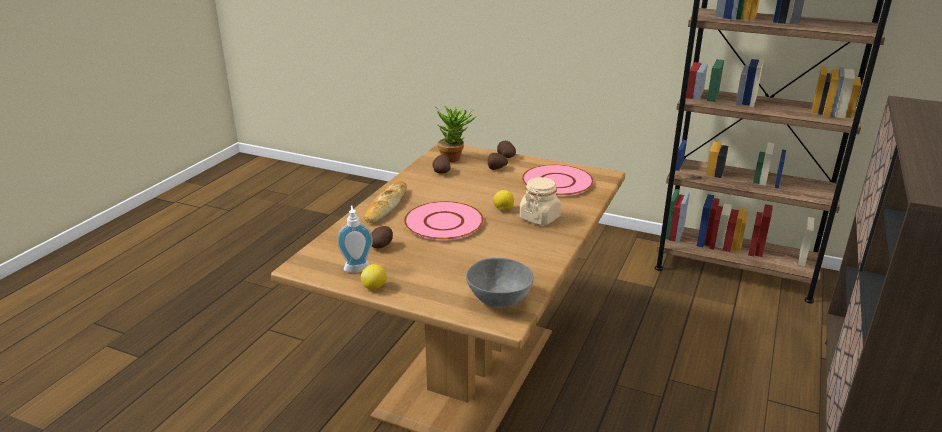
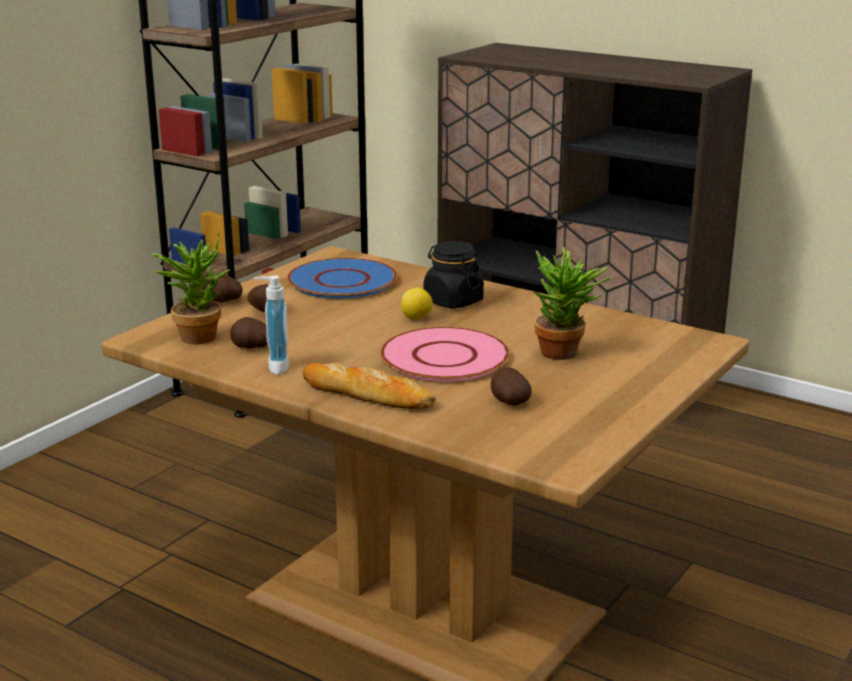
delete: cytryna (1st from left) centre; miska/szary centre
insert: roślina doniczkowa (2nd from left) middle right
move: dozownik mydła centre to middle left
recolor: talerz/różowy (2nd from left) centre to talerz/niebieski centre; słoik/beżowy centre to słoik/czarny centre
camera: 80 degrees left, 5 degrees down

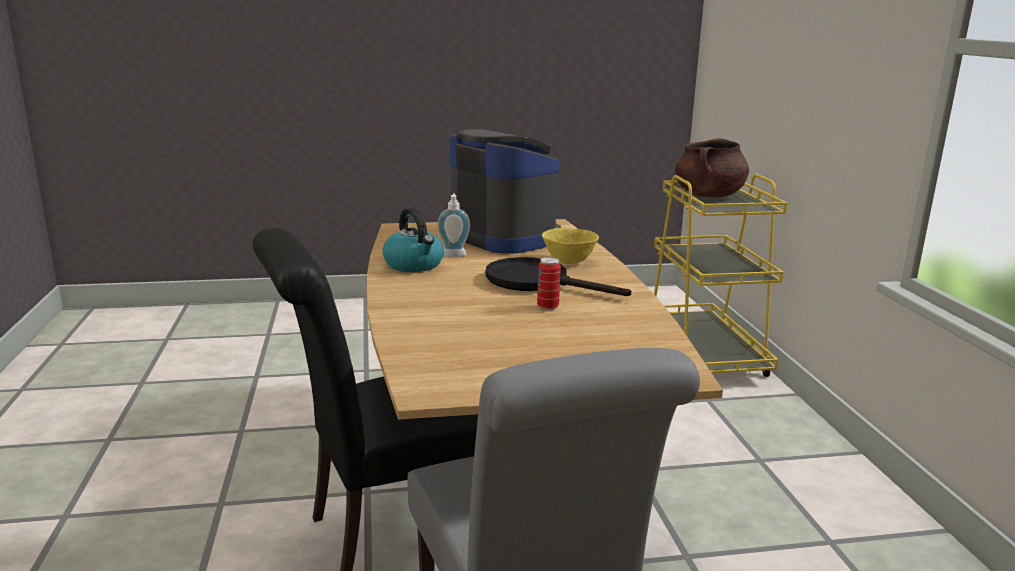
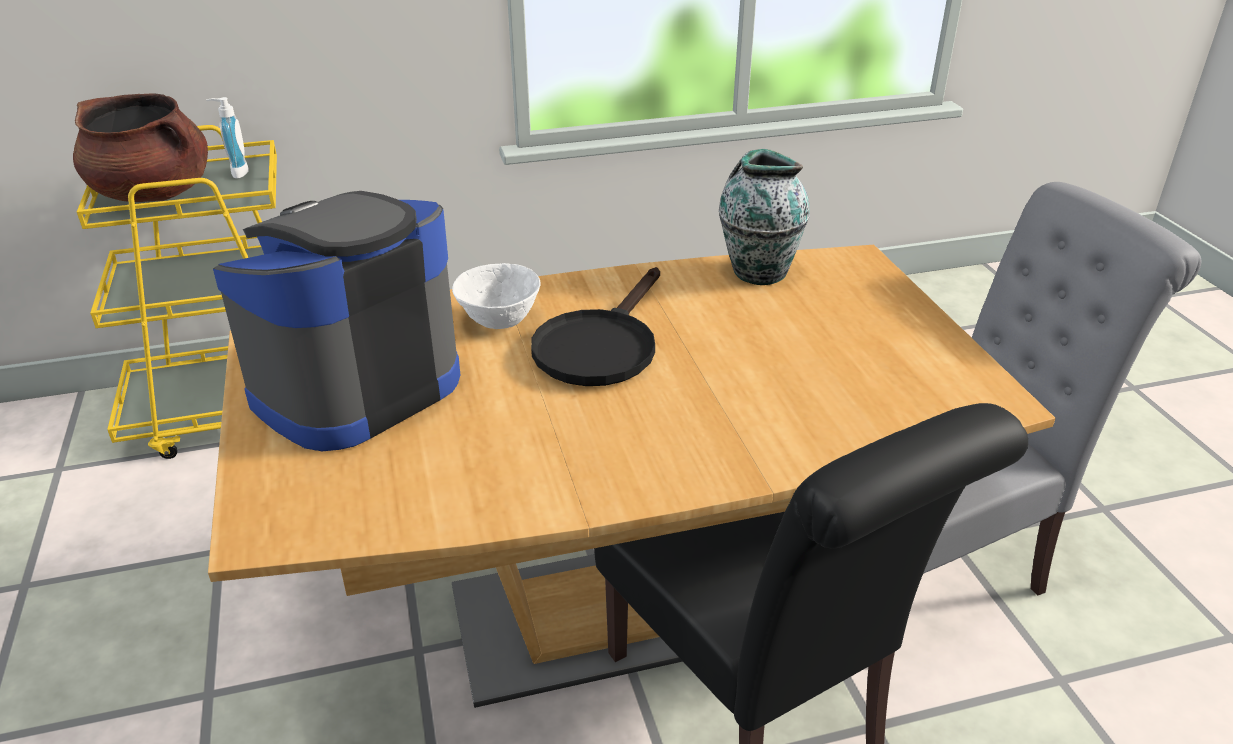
delete: czajnik centre; puszka centre
insert: wazon top centre
move: dozownik mydła centre to top left
recolor: miska/żółty centre to miska/biały centre
camera: 95 degrees left, 15 degrees up

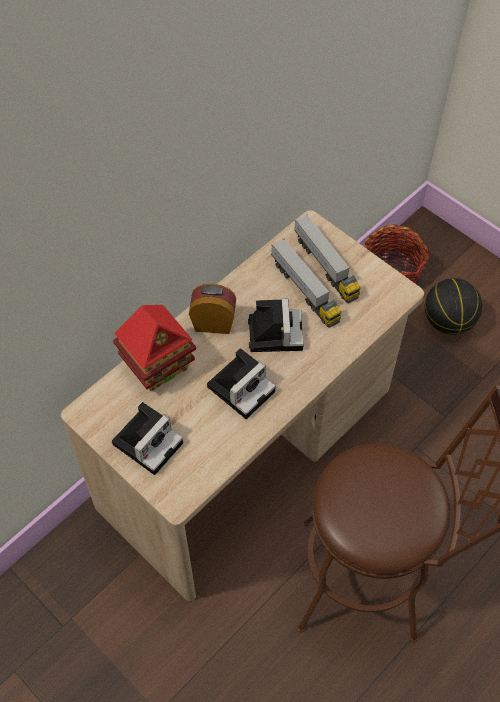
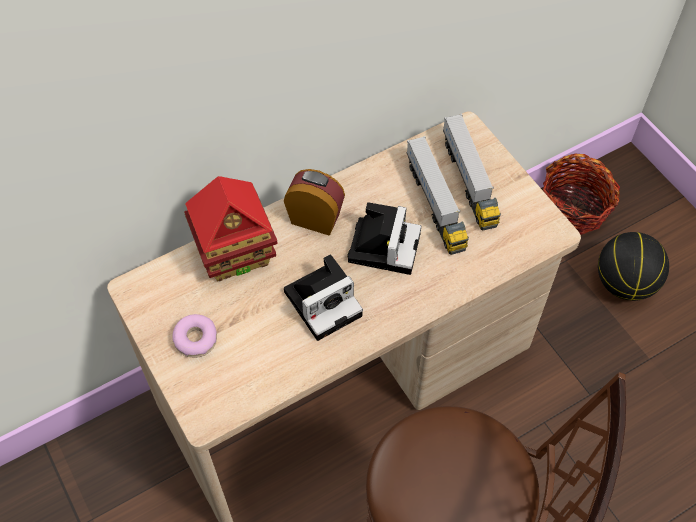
replace: aparat fotograficzny (1st from left) middle left to donut middle left
camera: 15 degrees right, 0 degrees up

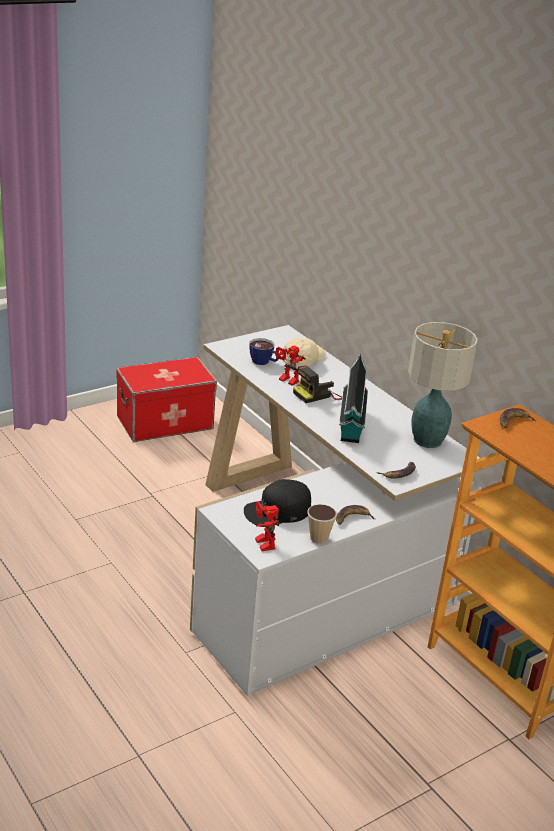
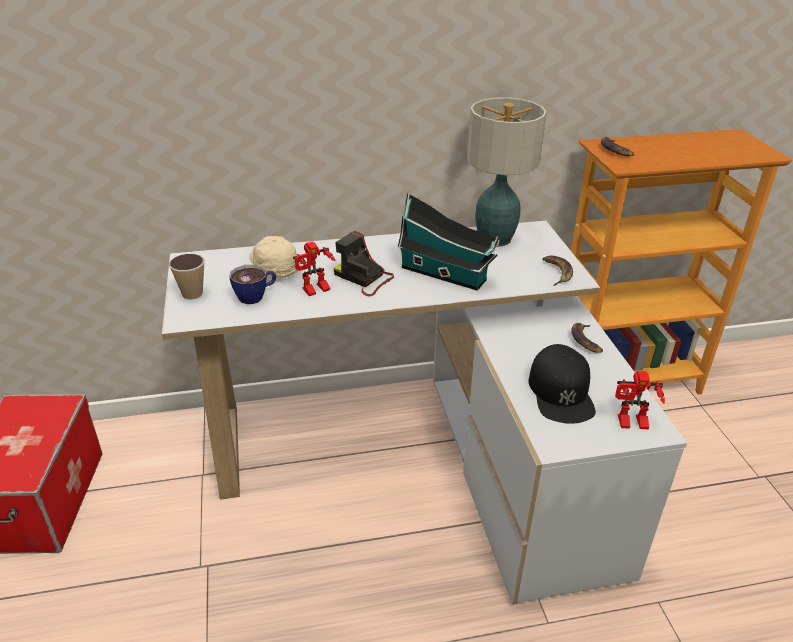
move: filiżanka (2nd from left in the first image) centre to filiżanka (1st from left) middle left
rotate: aparat fotograficzny centre = centre 135 degrees clockwise
camera: 65 degrees left, 5 degrees up

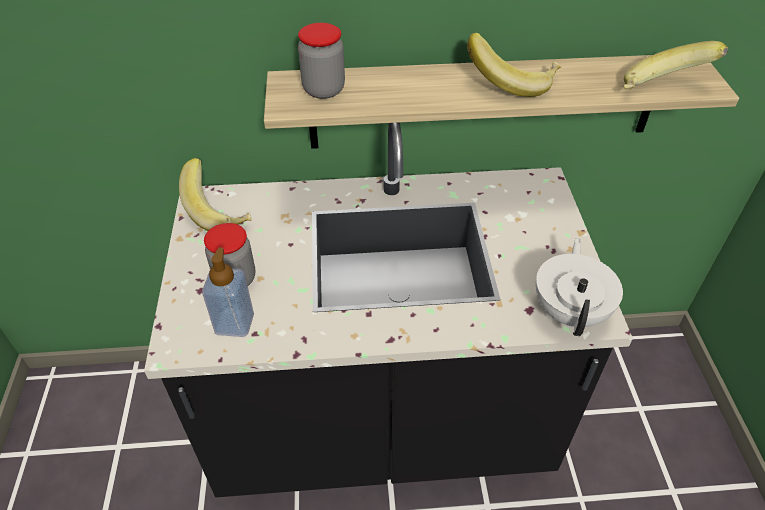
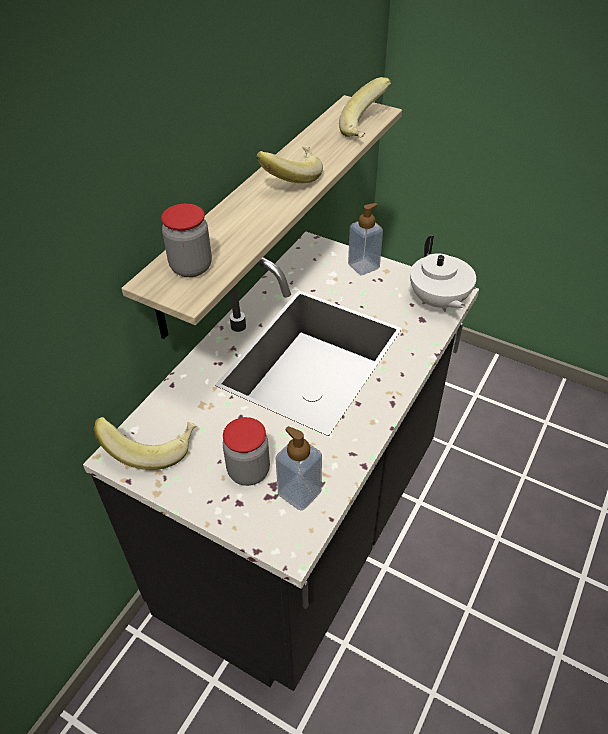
insert: dozownik mydła (2nd from left) top centre
rotate: imbryk/biały middle right = middle right 150 degrees counterclockwise
camera: 55 degrees left, 0 degrees up

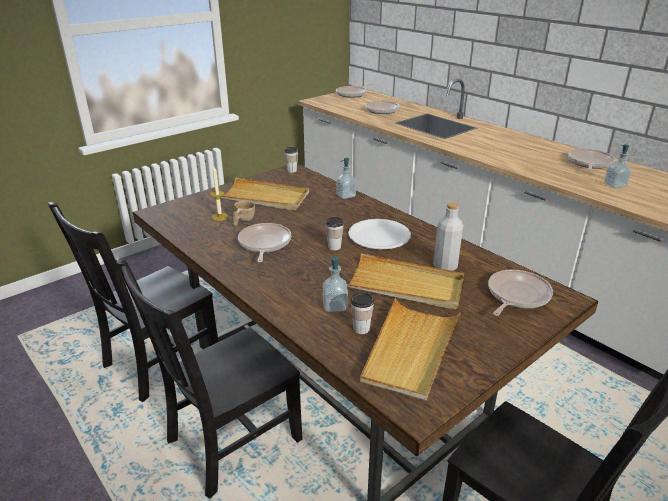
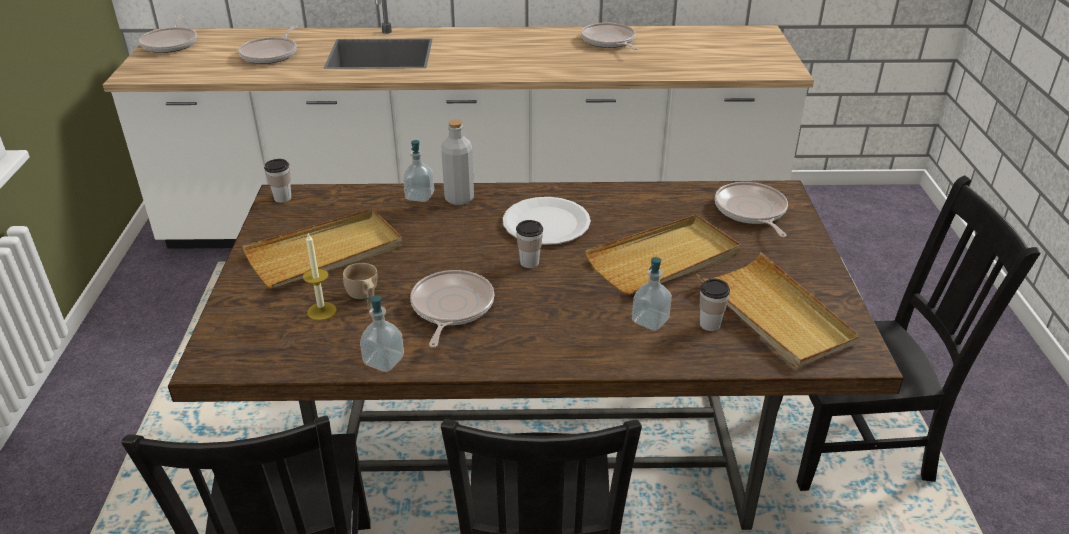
move: dozownik mydła (3rd from left in the first image) top right to dozownik mydła (1st from left) centre; butelka/szary middle right to top centre
rotate: patelnia (1st from left in the first image) centre = centre 60 degrees clockwise
camera: 50 degrees left, 5 degrees up

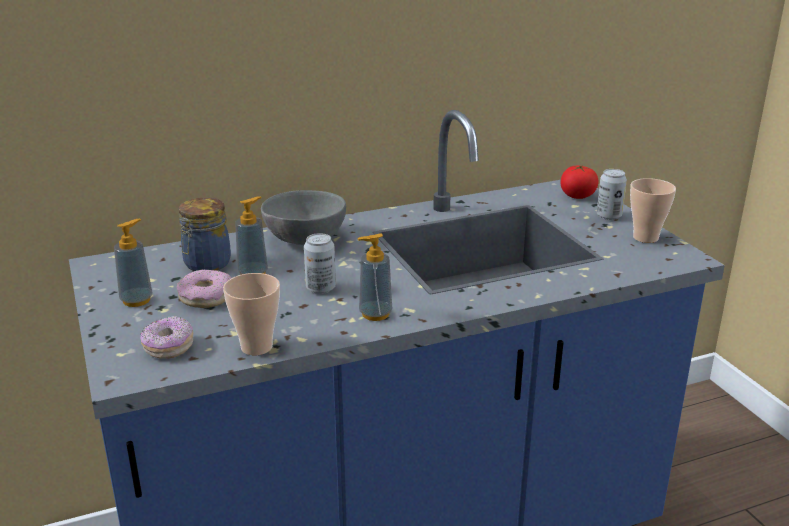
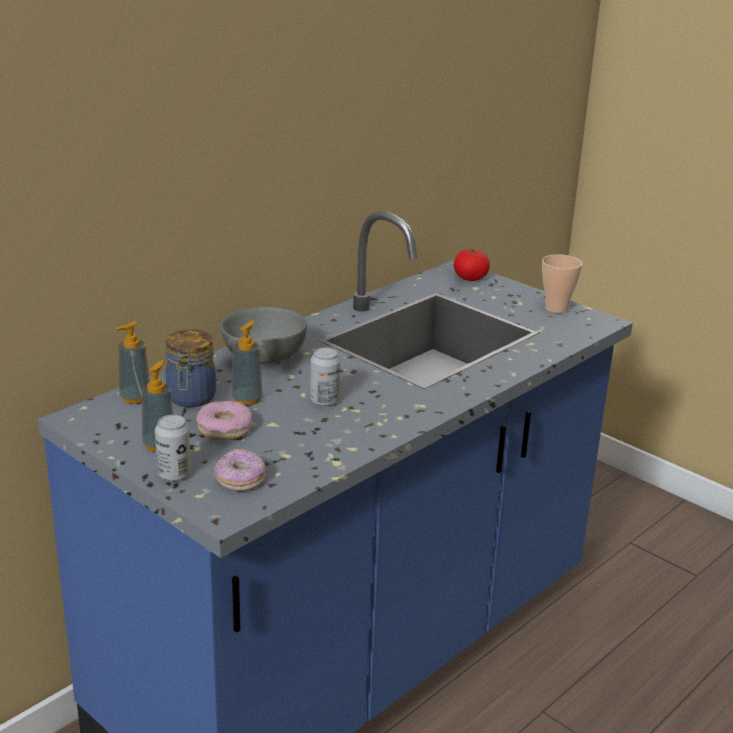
delete: filiżanka (1st from left) middle left
move: dozownik mydła (3rd from left in the first image) centre to dozownik mydła (1st from left) middle left; puszka (2nd from left in the first image) middle right to puszka (1st from left) middle left
camera: 25 degrees left, 0 degrees up

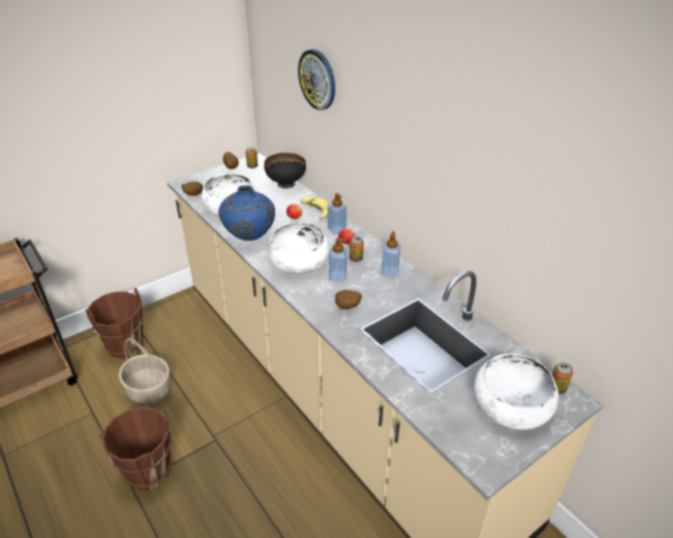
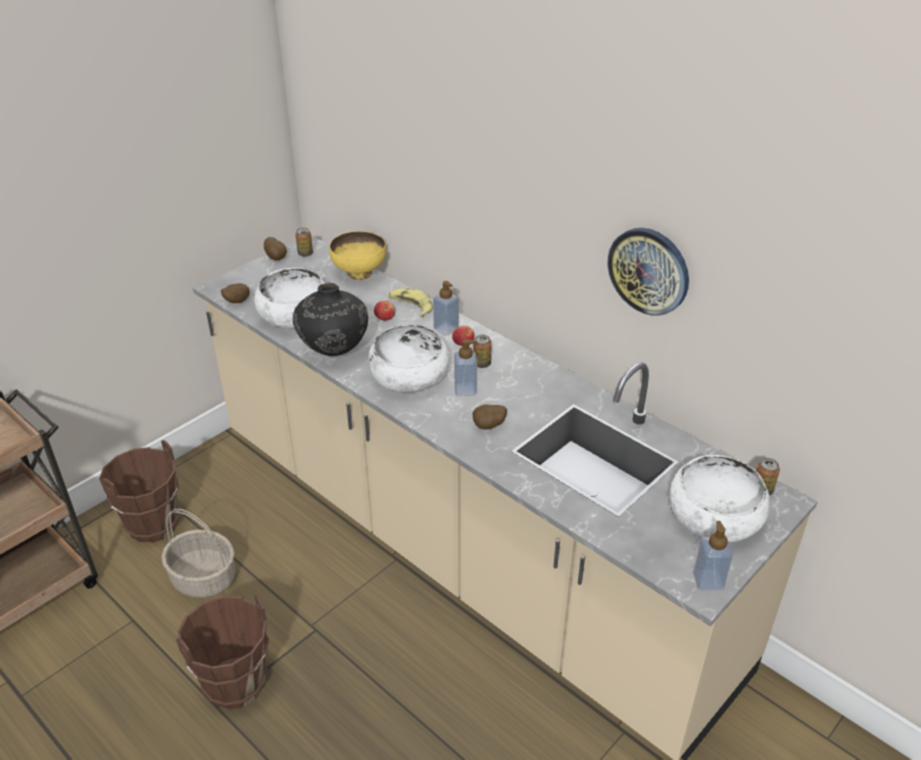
move: zegar ścienny top centre to middle right; dozownik mydła (3rd from left) centre to bottom right
recolor: wazon/niebieski centre to wazon/czarny centre; miska/czarny top centre to miska/żółty centre
camera: 10 degrees left, 0 degrees up

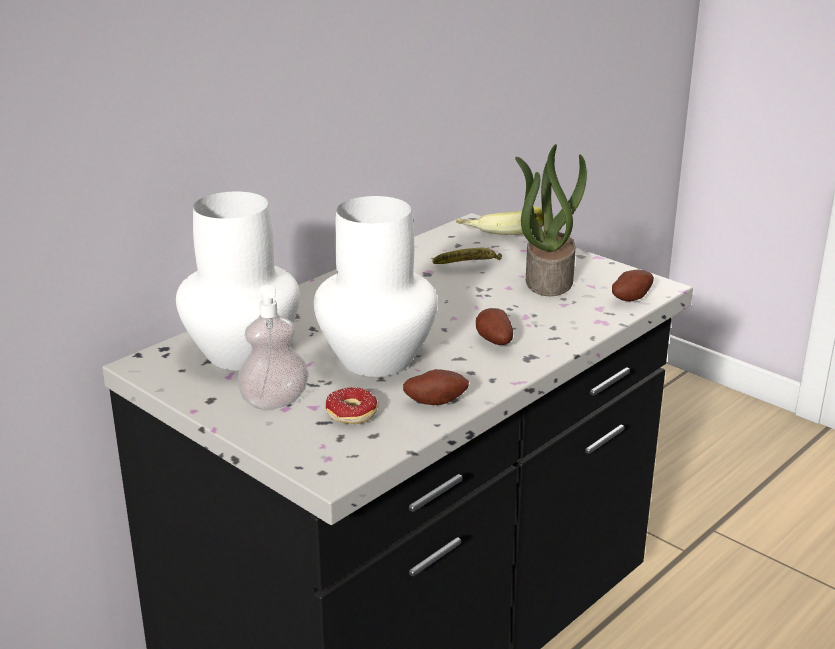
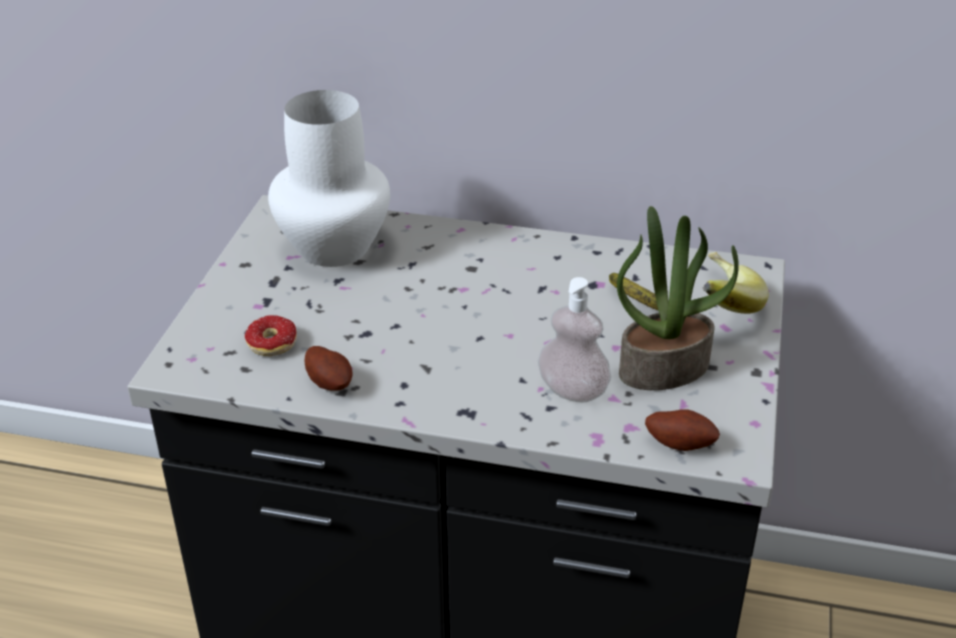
delete: wazon/biały (2nd from left) centre; ziemniak (2nd from left) centre
move: dozownik mydła middle left to centre
camera: 60 degrees right, 10 degrees up

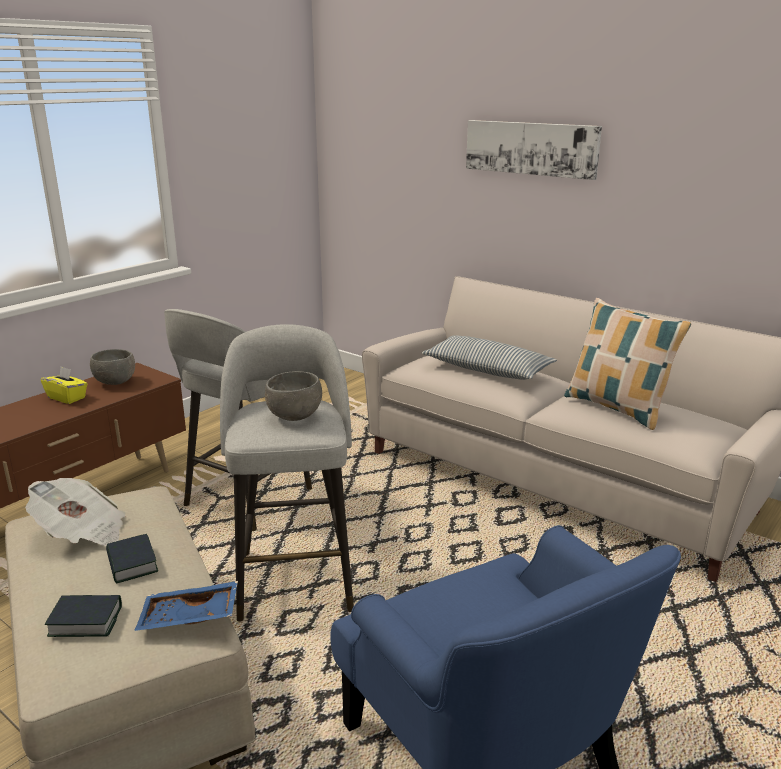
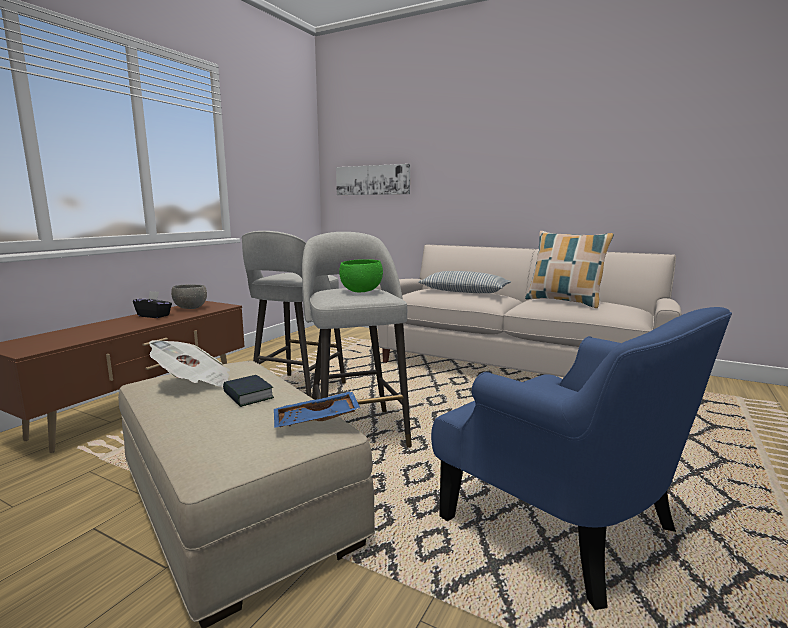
delete: książka (1st from left) bottom left
move: obraz top right to top centre
recolor: pudełko chusteczek/żółty middle left to pudełko chusteczek/czarny middle left; miska/szary (2nd from left) centre to miska/zielony centre
camera: 10 degrees left, 10 degrees down

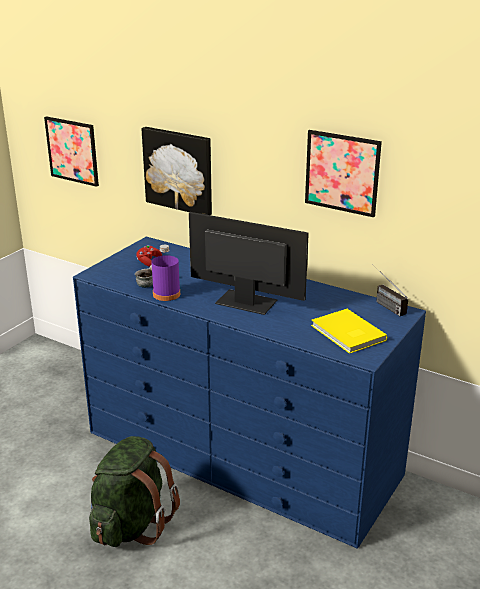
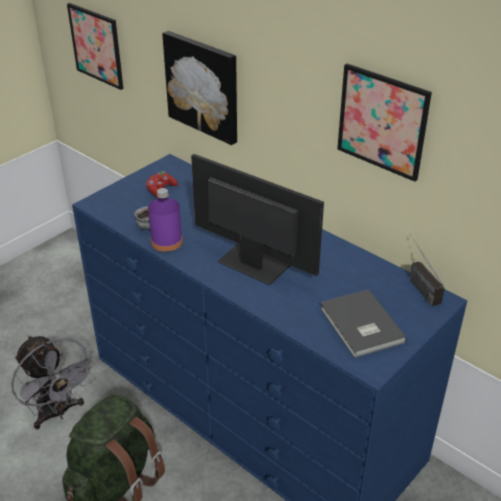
insert: wentylator/szary bottom left
recolor: książka/żółty middle right to książka/szary middle right
camera: 10 degrees right, 10 degrees up

